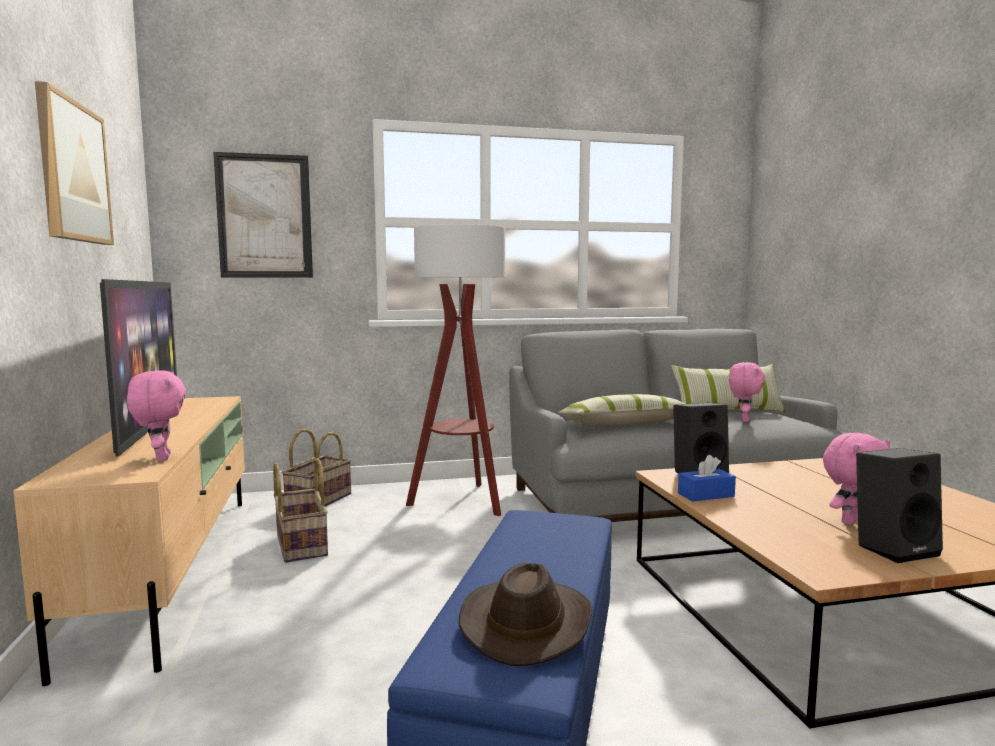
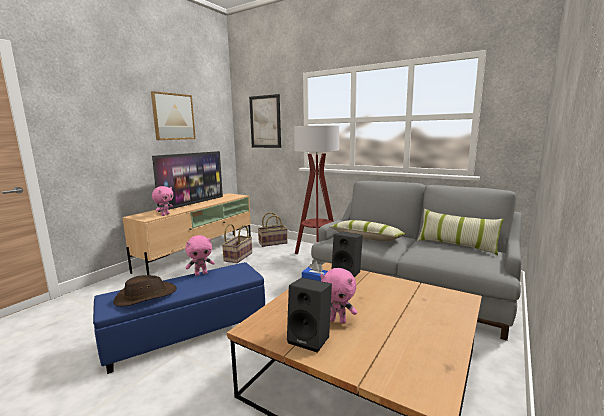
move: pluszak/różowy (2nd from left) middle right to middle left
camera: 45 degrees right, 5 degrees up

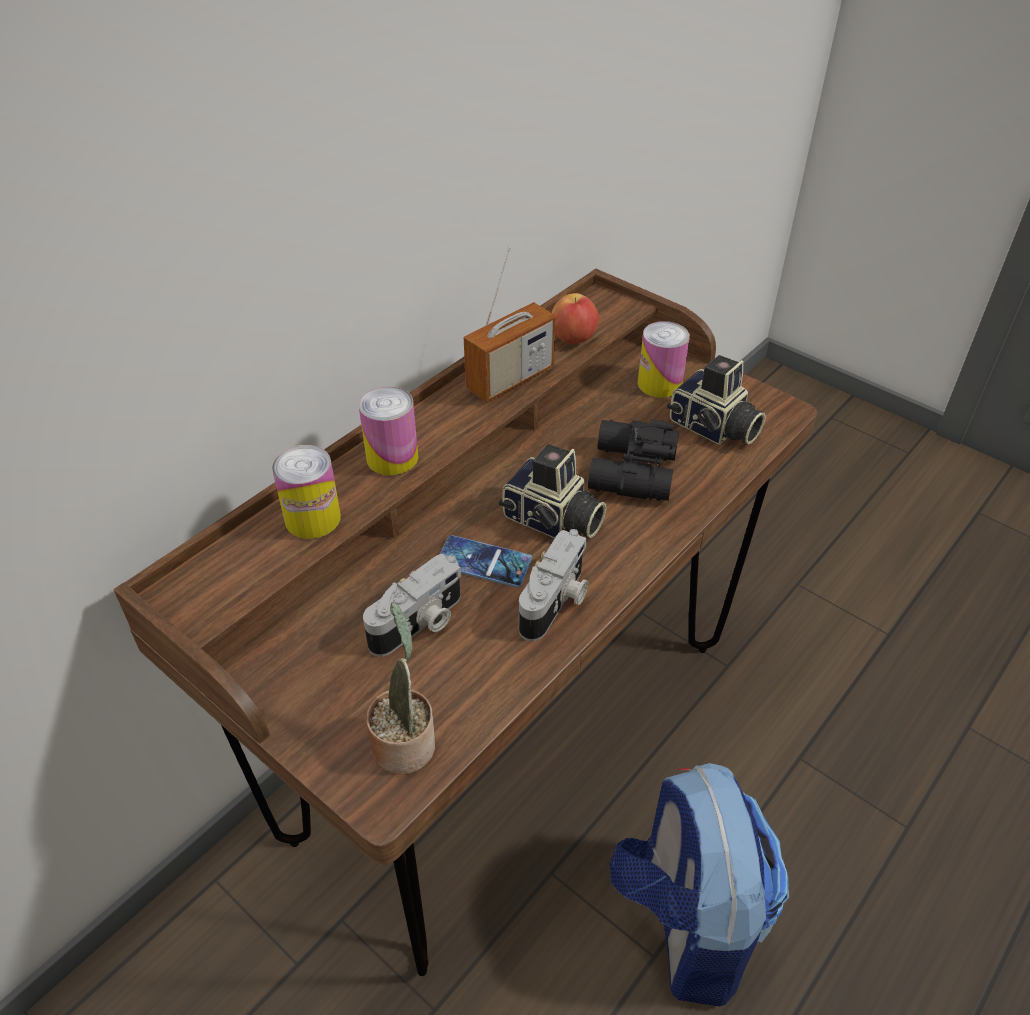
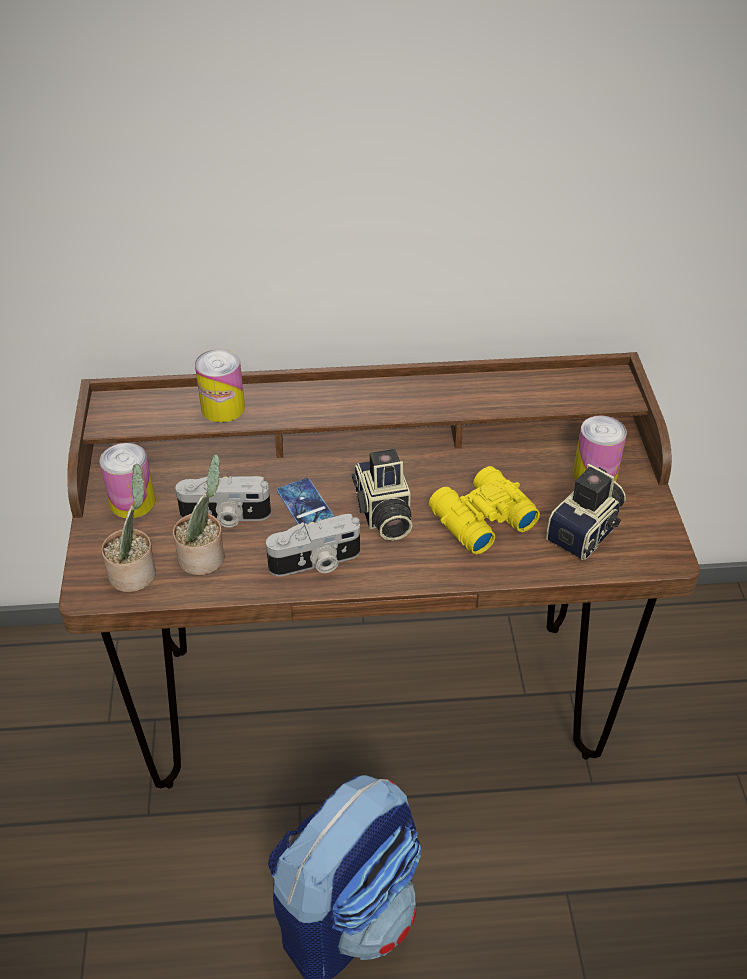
delete: radio top centre; jabłko top centre
insert: roślina doniczkowa (2nd from left) middle left
move: puszka (2nd from left in the first image) centre to puszka (1st from left) middle left
recolor: lornetka/czarny centre to lornetka/żółty centre
rotate: aparat fotograficzny (4th from left) middle right = middle right 135 degrees counterclockwise
camera: 45 degrees right, 0 degrees up

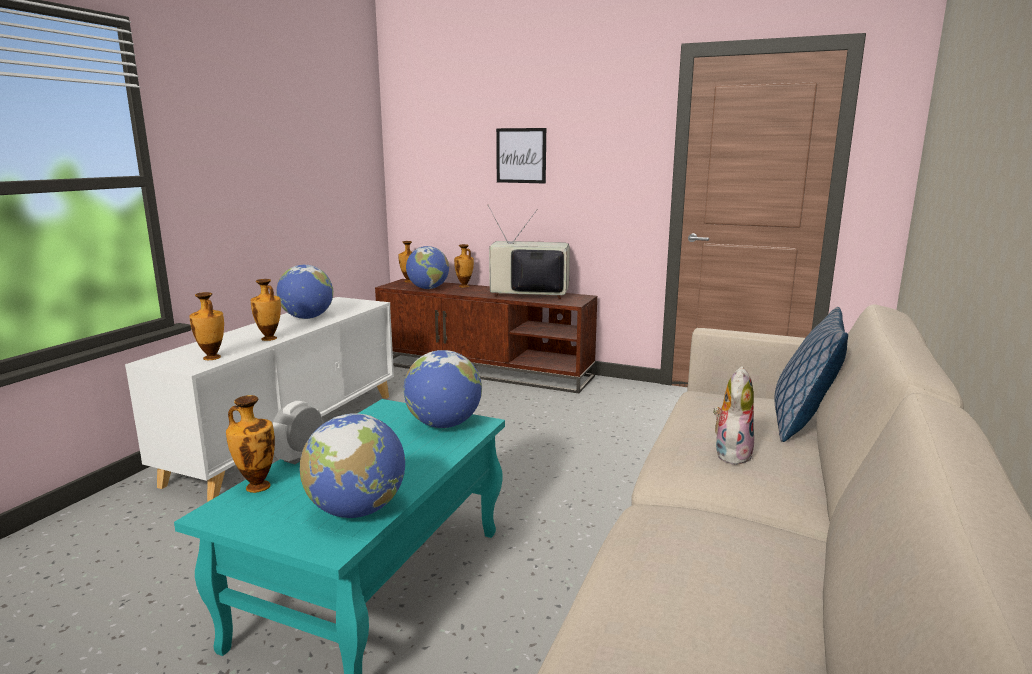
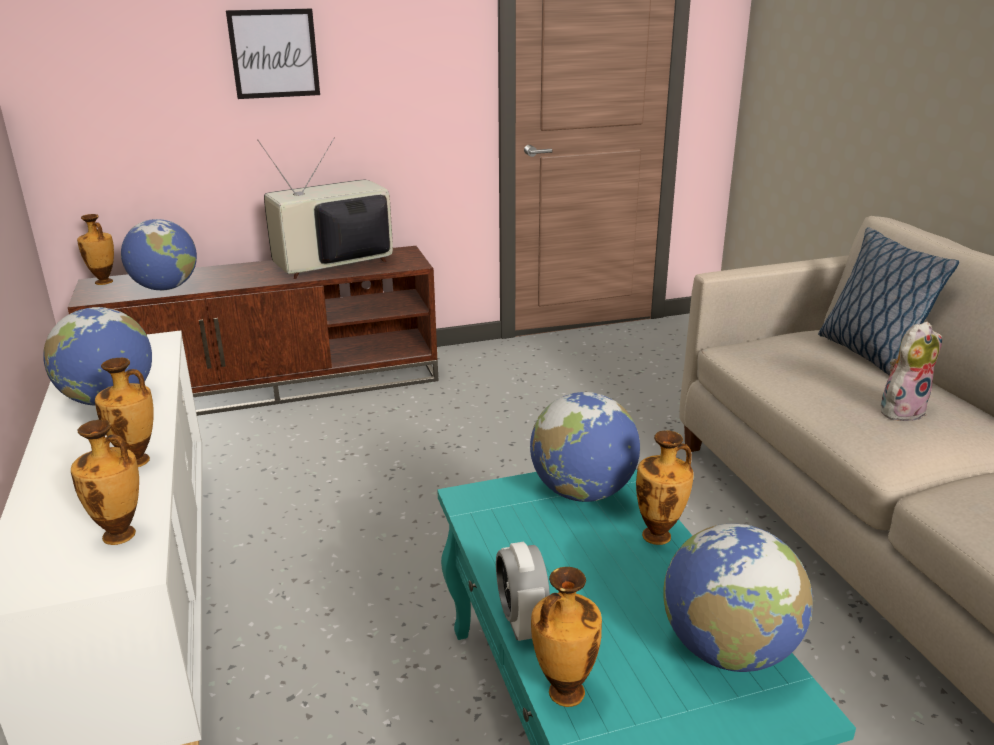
move: wazon (5th from left) centre to middle right
rotate: pluszak middle right = middle right 75 degrees clockwise
camera: 40 degrees left, 10 degrees up

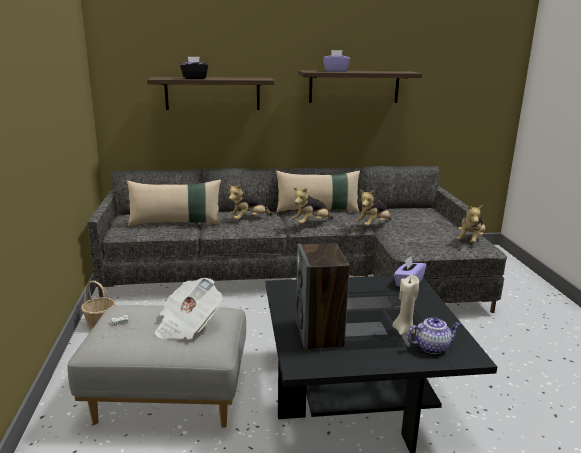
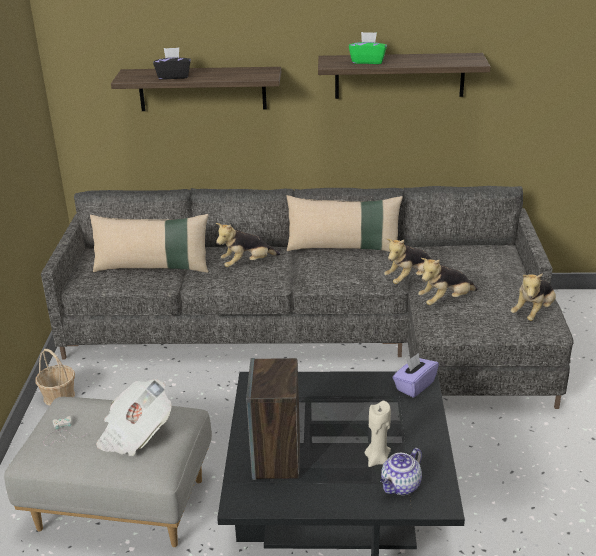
move: pluszak (2nd from left in the first image) centre to pluszak (3rd from left) middle right
recolor: pudełko chusteczek/fioletowy (1st from left) top centre to pudełko chusteczek/zielony top centre
rotate: imbryk bottom right = bottom right 135 degrees clockwise
camera: 10 degrees right, 10 degrees up

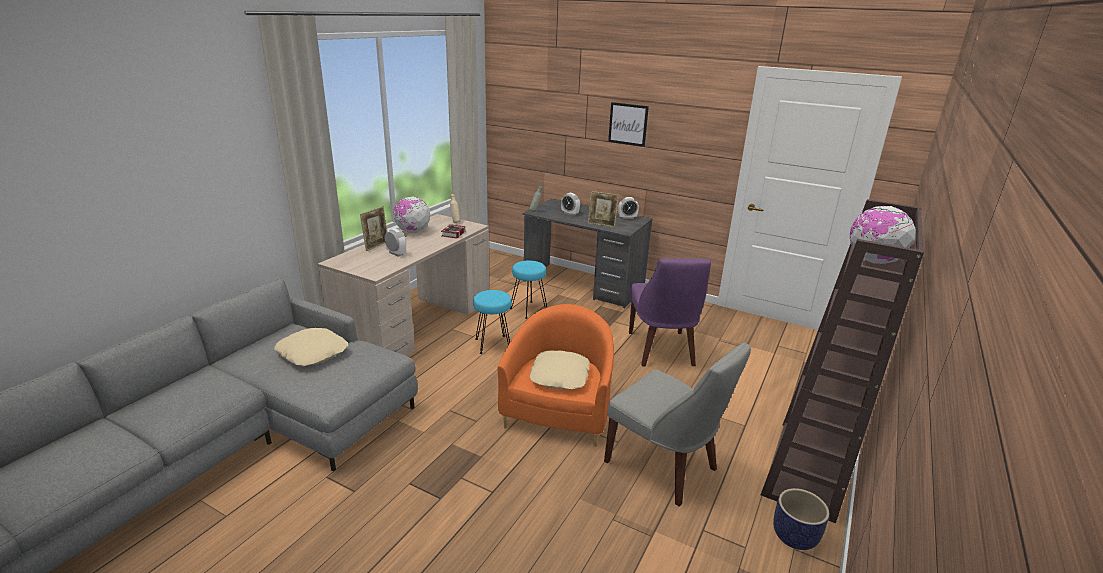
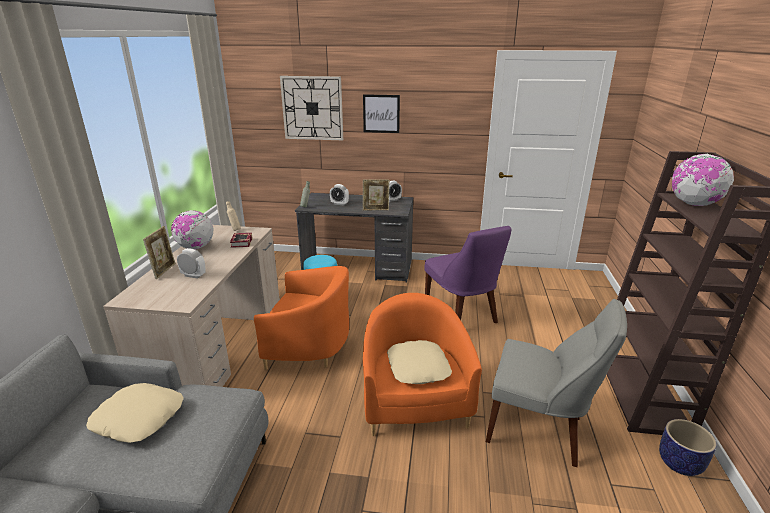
insert: zegar ścienny top centre
replace: stołek/turkusowy (1st from left) centre to fotel/pomarańczowy (1st from left) centre
camera: 20 degrees left, 0 degrees up

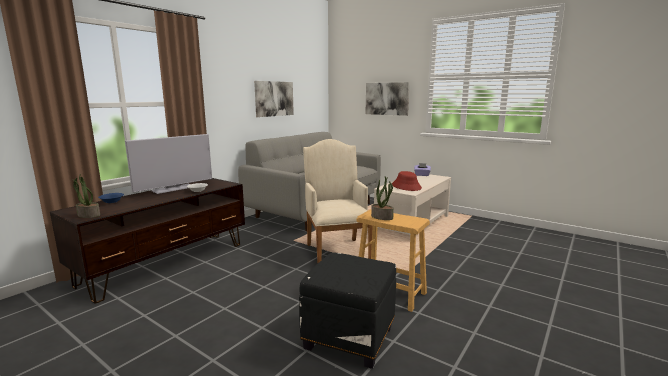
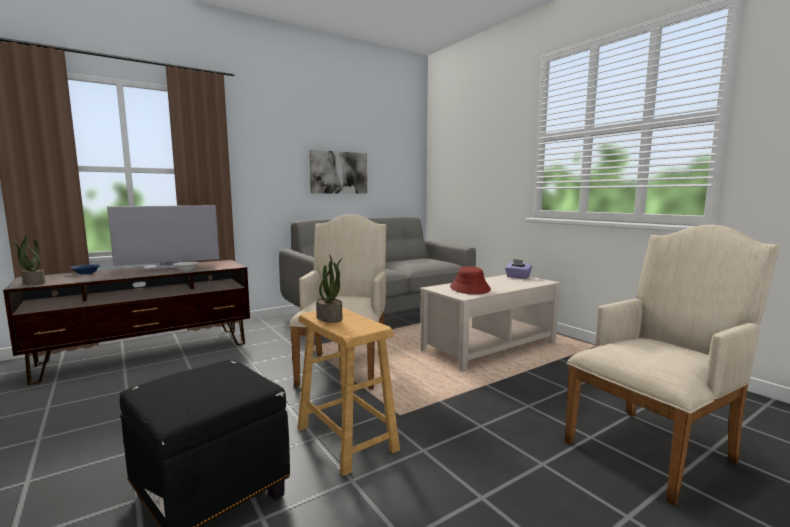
delete: obraz (2nd from left) top centre
insert: fotel/beżowy (2nd from left) bottom right
camera: 20 degrees right, 5 degrees down

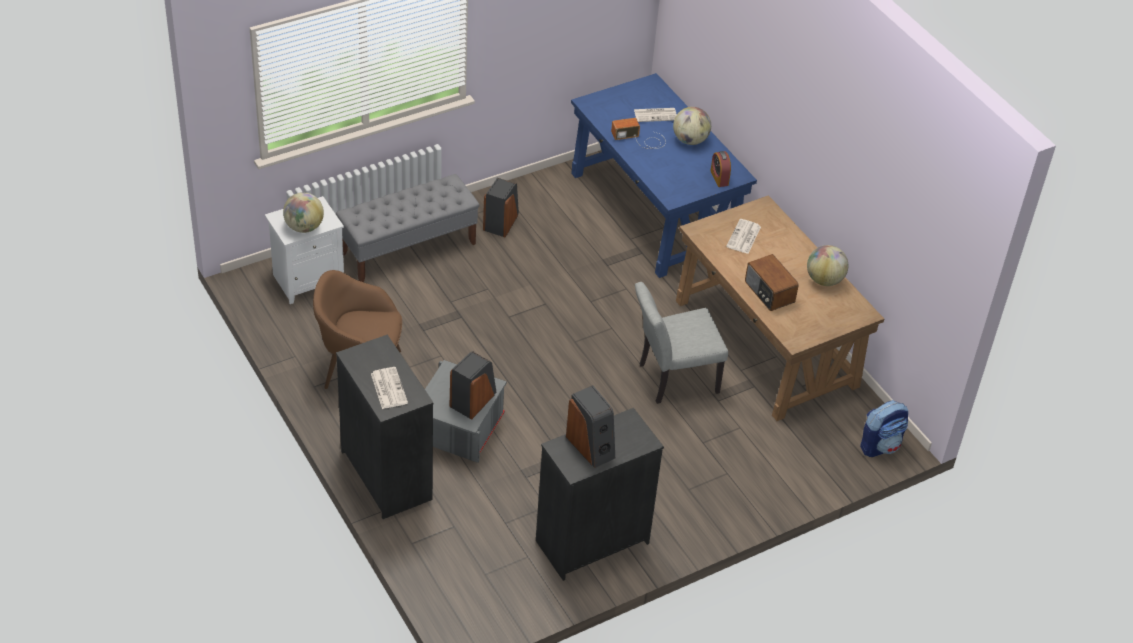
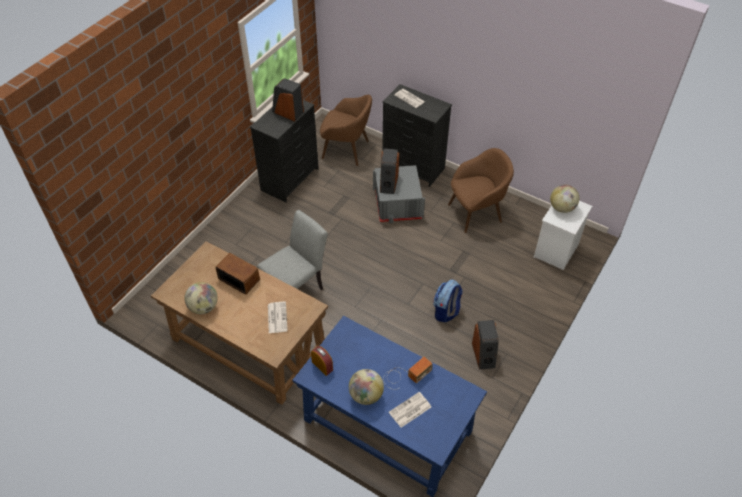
delete: ławka/szary centre
insert: fotel/brązowy (1st from left) top centre
move: plecak middle right to centre
camera: 155 degrees right, 5 degrees up

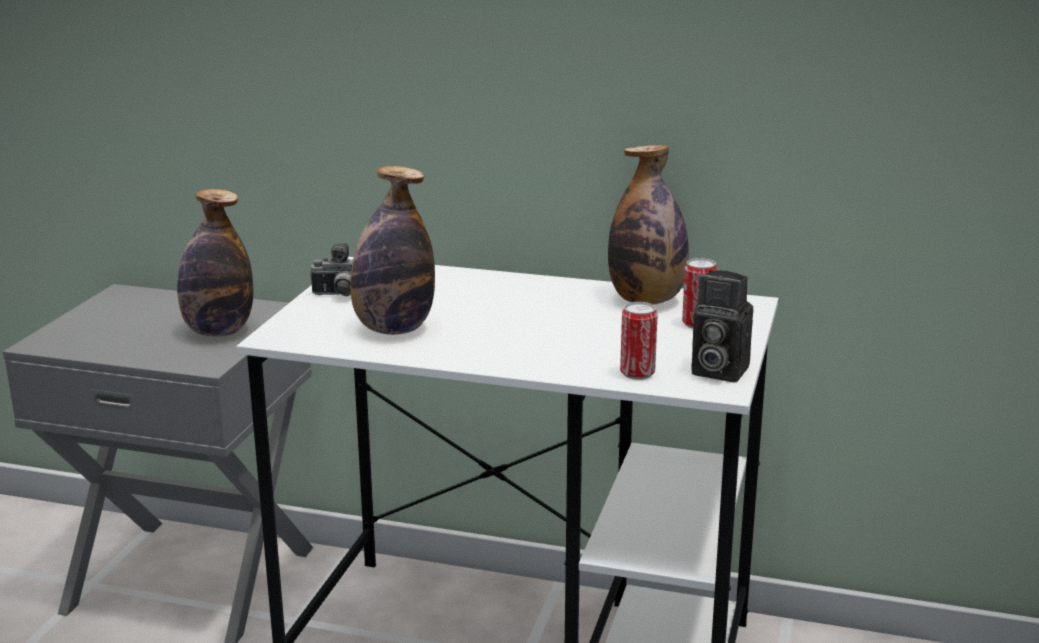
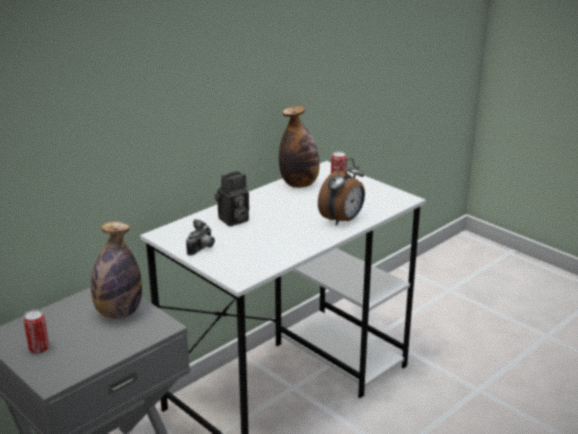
delete: butelka (2nd from left) centre
insert: budzik centre
move: puszka (1st from left) centre to bottom left; aparat fotograficzny (2nd from left) middle right to centre
camera: 60 degrees left, 5 degrees up

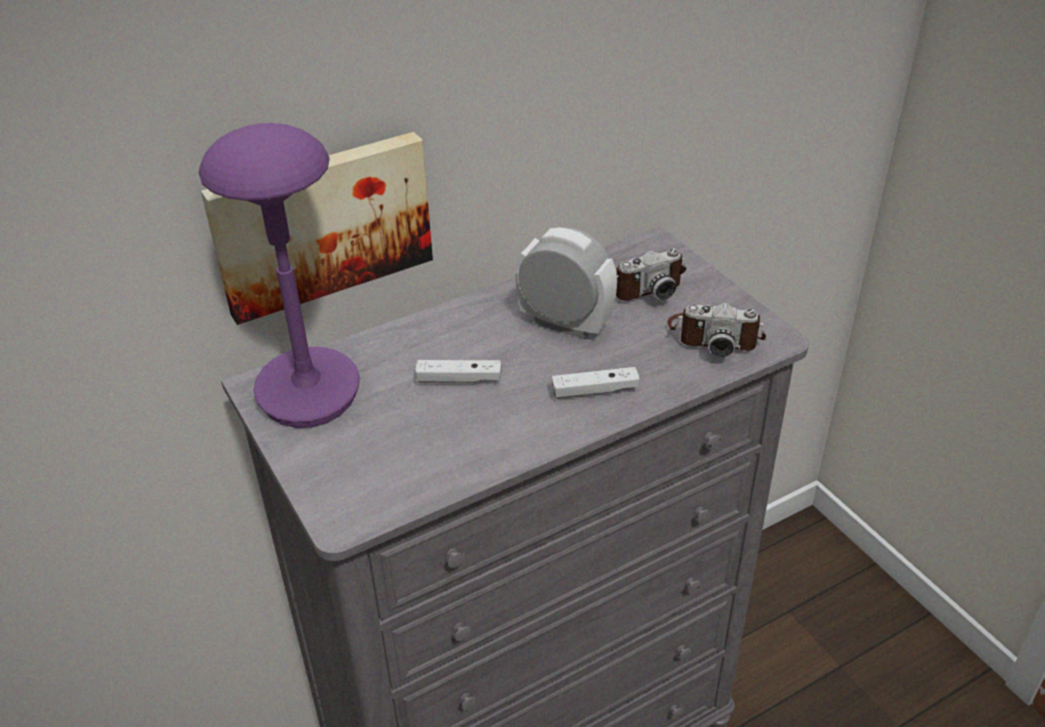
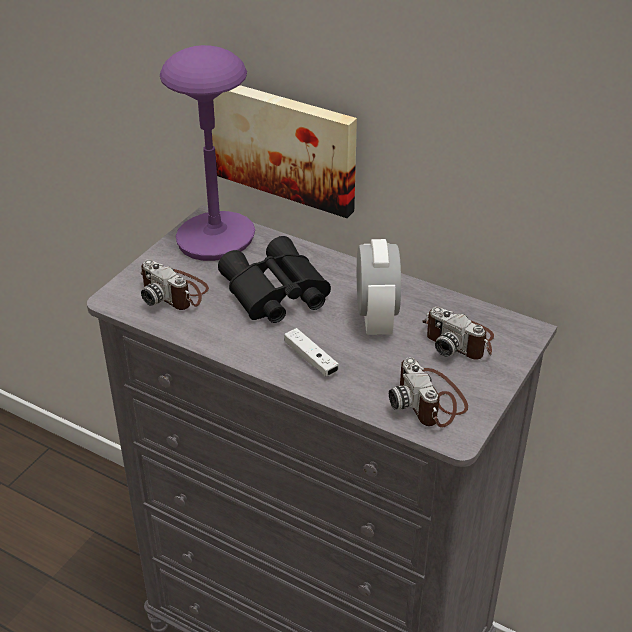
insert: aparat fotograficzny (1st from left) middle left
replace: pad do gier/biały (1st from left) centre to lornetka/czarny centre
camera: 60 degrees right, 0 degrees up

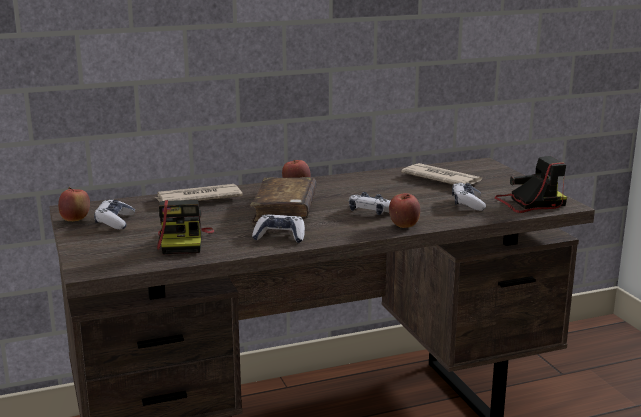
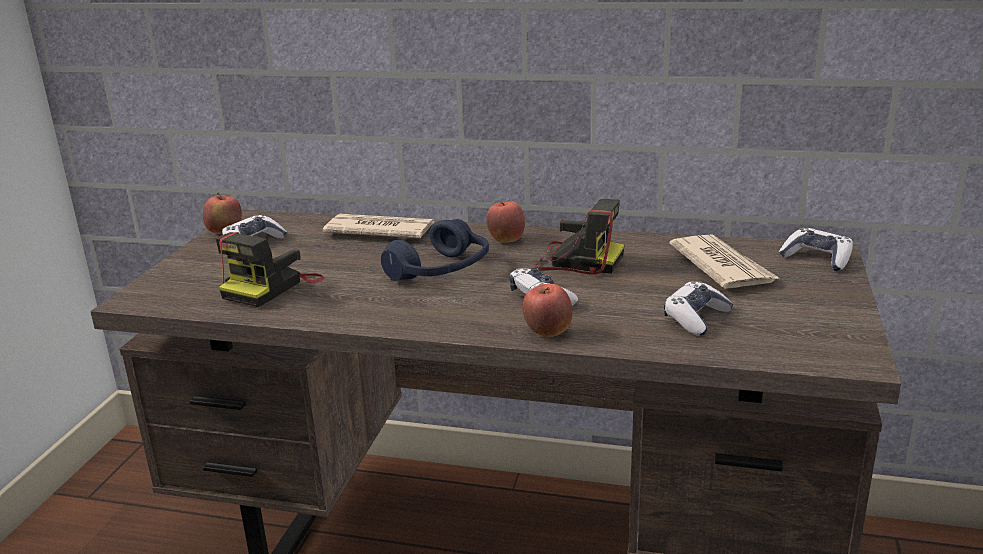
move: aparat fotograficzny (2nd from left) middle right to centre; pad do gier (2nd from left in the first image) centre to pad do gier (4th from left) middle right
replace: książka/brązowy centre to słuchawki/niebieski centre
camera: 35 degrees right, 5 degrees up

